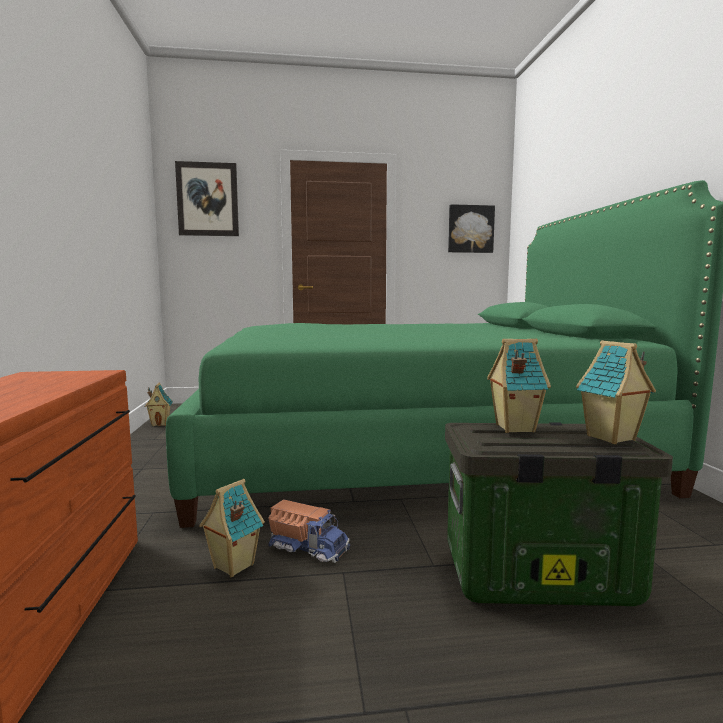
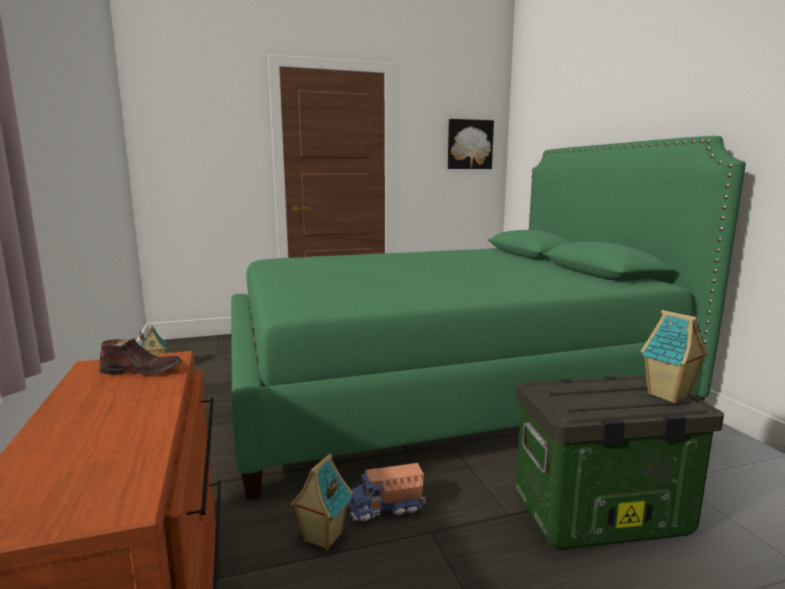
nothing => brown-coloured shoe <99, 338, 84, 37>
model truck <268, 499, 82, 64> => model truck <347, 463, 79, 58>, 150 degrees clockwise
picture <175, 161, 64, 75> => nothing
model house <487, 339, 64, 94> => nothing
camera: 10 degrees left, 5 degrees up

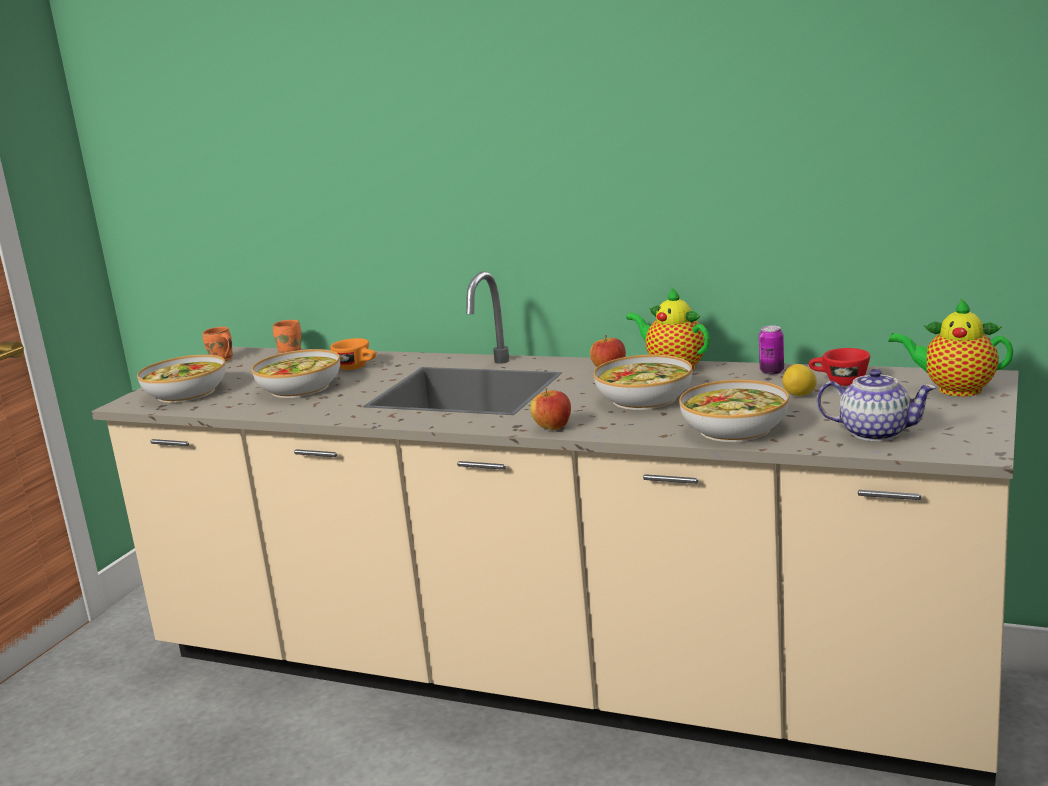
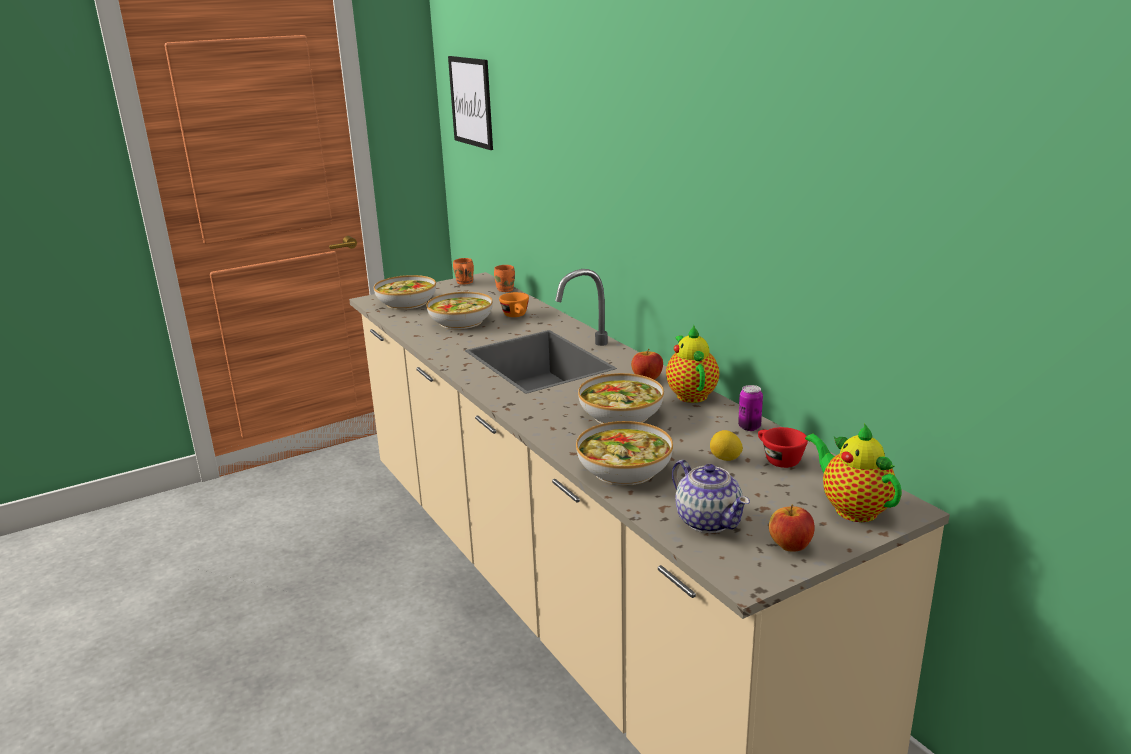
nothing => picture <448, 56, 45, 94>
apple <530, 388, 41, 42> => apple <769, 505, 46, 47>, moved
camera: 35 degrees right, 5 degrees up

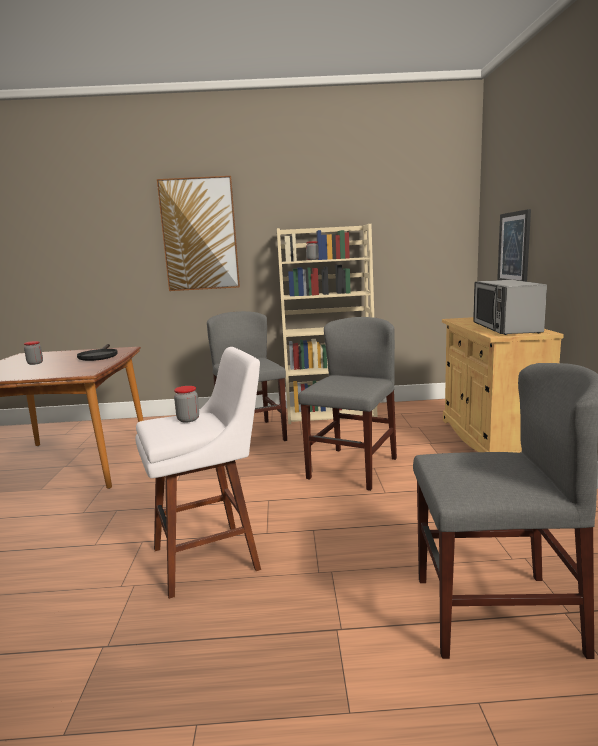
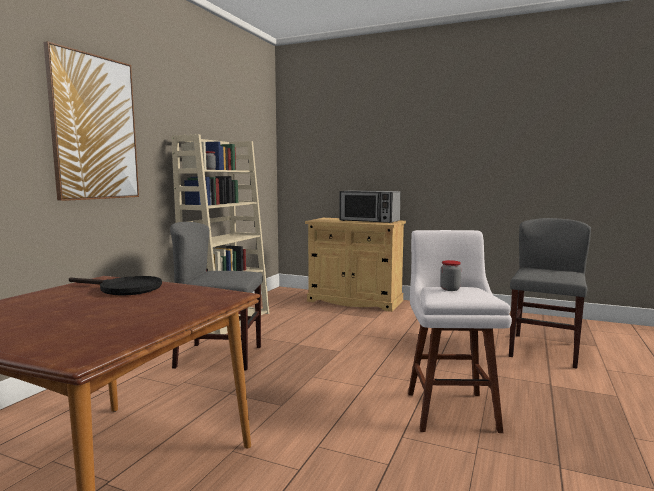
preserve jar <24, 341, 19, 24> => nothing
grey chair <298, 317, 99, 174> => nothing
picture <497, 209, 34, 73> => nothing
camera: 65 degrees left, 5 degrees down

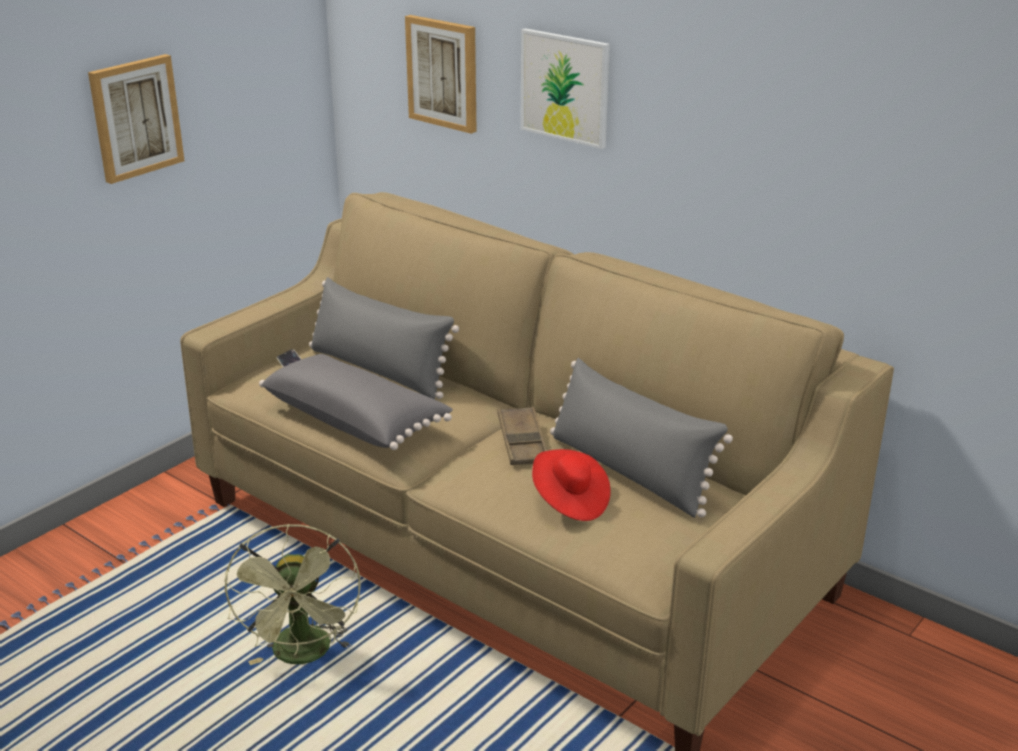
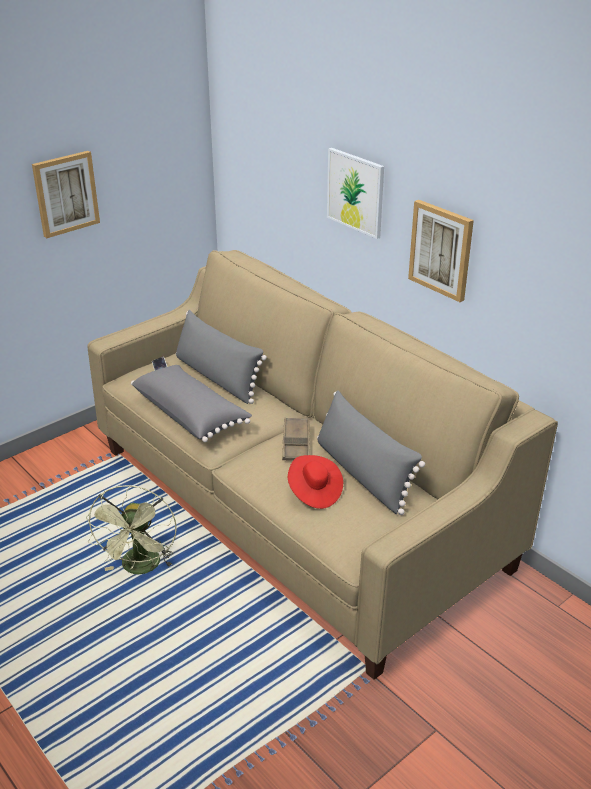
picture <405, 15, 72, 119> => picture <408, 200, 66, 102>, moved
camera: 10 degrees right, 5 degrees up

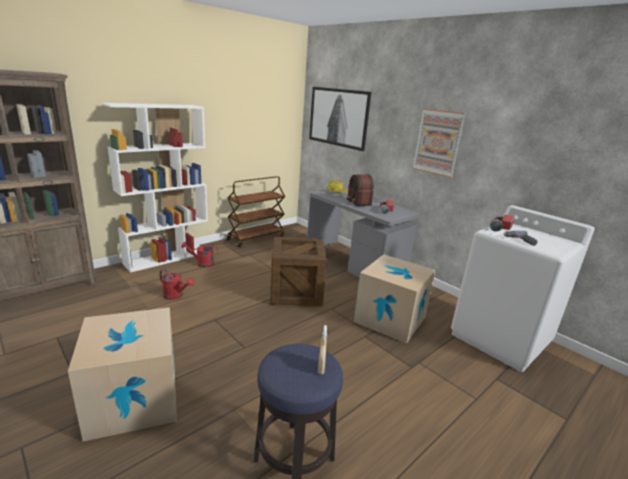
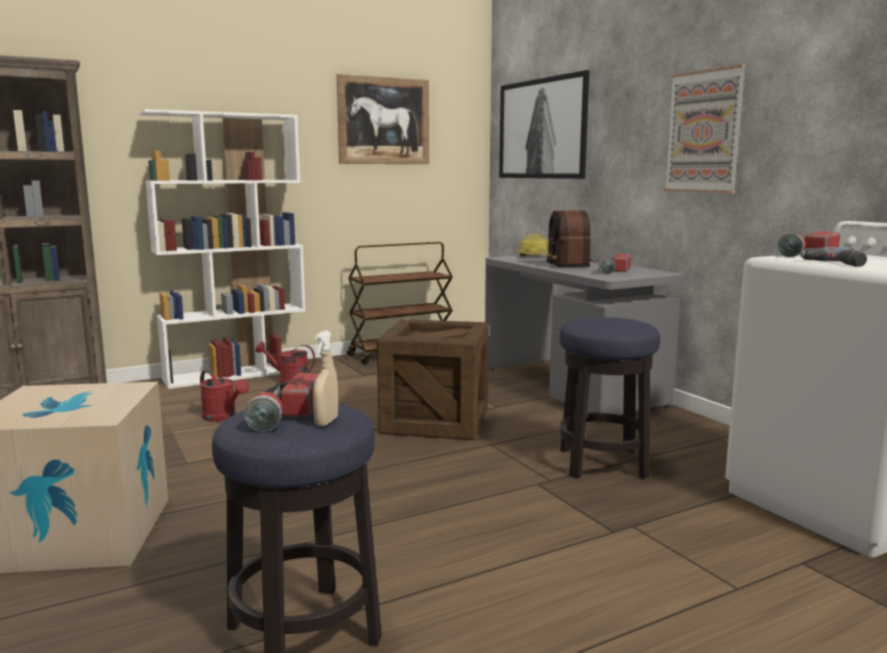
nothing => flashlight <244, 372, 75, 60>
nothing => picture <336, 74, 93, 90>
carton <354, 254, 81, 90> => stool <560, 317, 100, 162>
camera: 15 degrees right, 10 degrees down

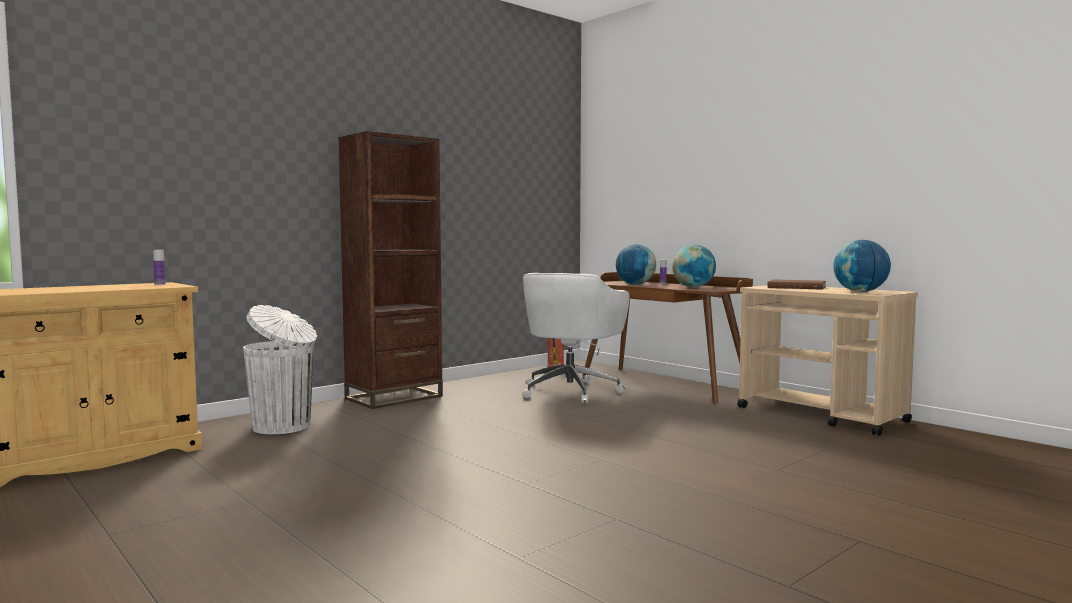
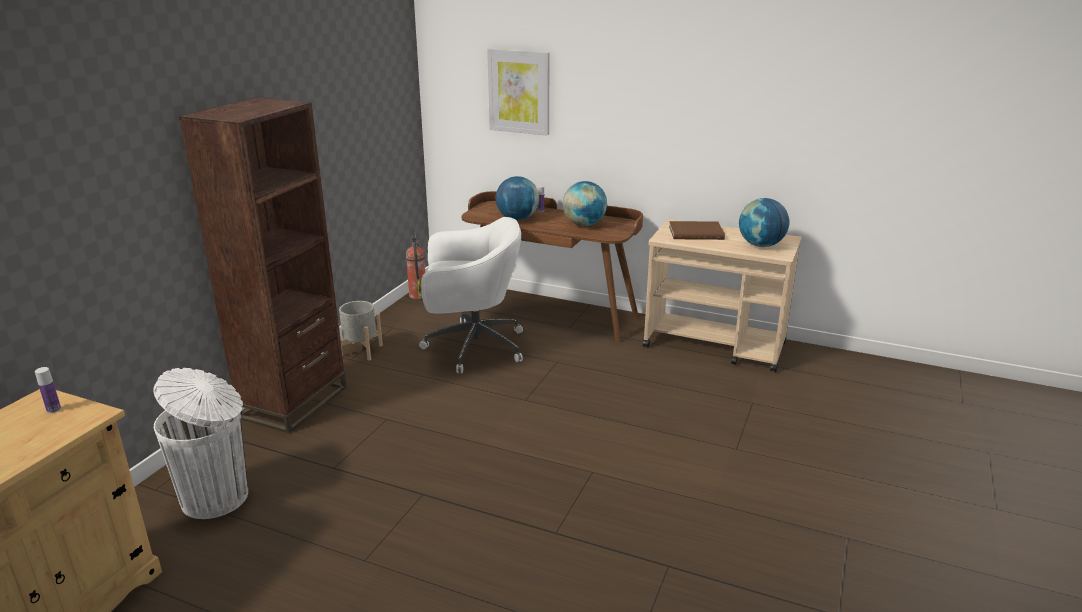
nothing => grey planter <339, 301, 44, 59>
white desk chair <523, 273, 107, 131> => white desk chair <419, 217, 104, 156>, 90 degrees counterclockwise
nothing => picture <487, 49, 63, 87>
camera: 25 degrees left, 20 degrees up

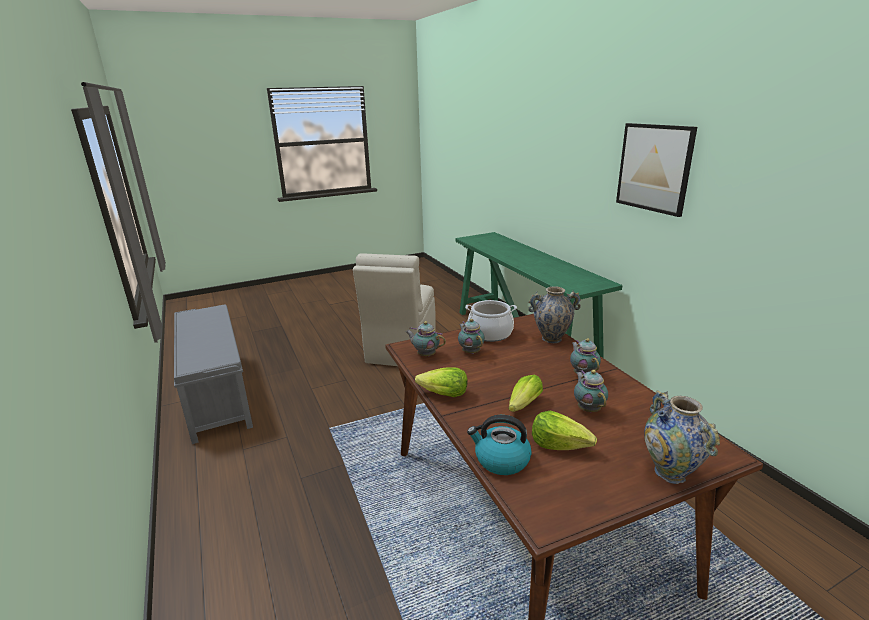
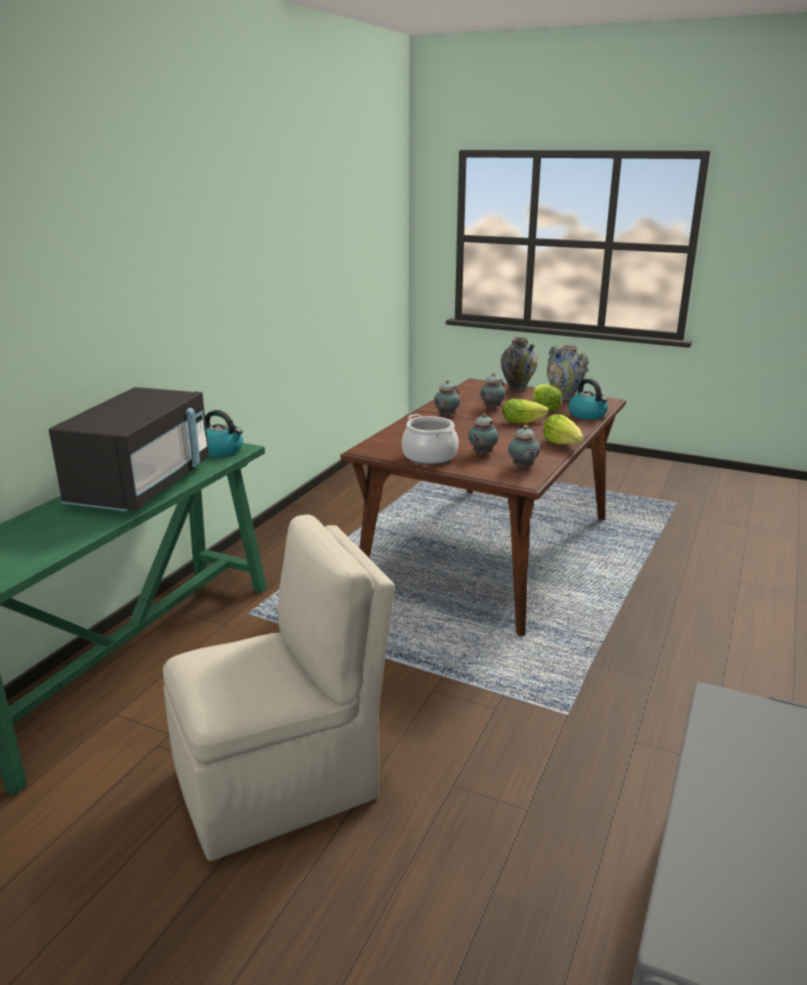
nothing => black microwave oven <49, 387, 160, 124>
nothing => tea kettle <205, 410, 38, 47>
decorative vase <528, 286, 53, 57> => decorative vase <547, 345, 42, 56>, moved
picture <616, 123, 81, 94> => nothing
camera: 130 degrees left, 0 degrees up

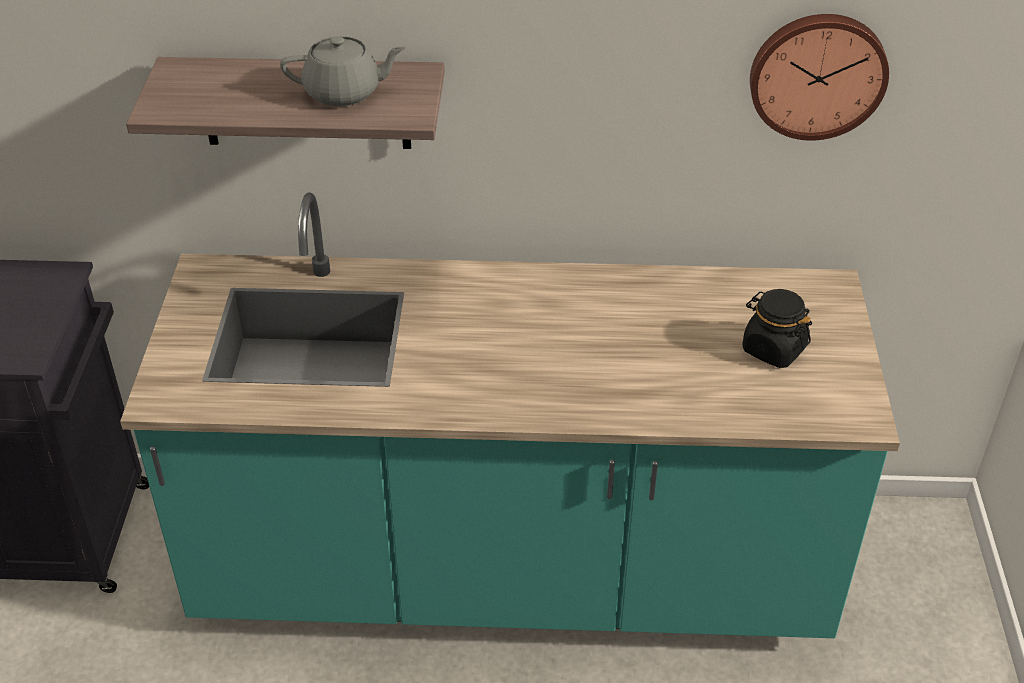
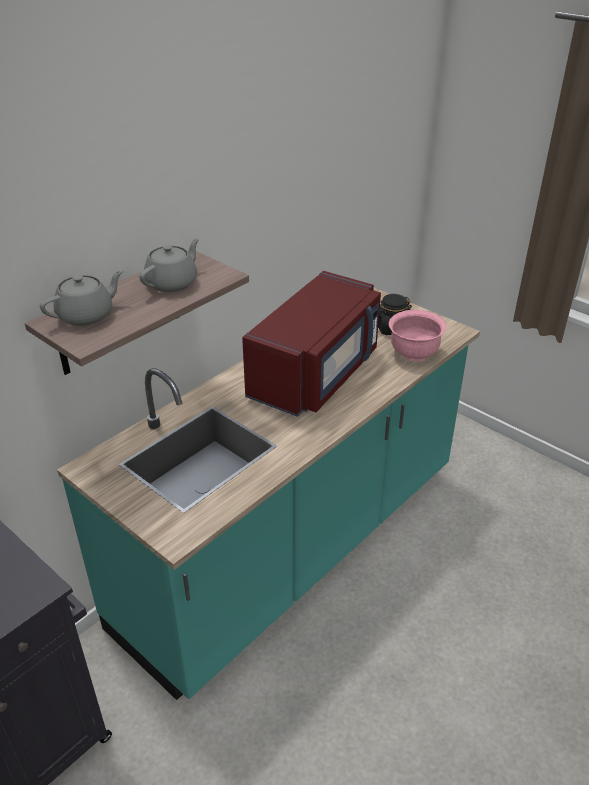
nothing => grey teapot <40, 270, 83, 56>
nothing => red-coloured microwave oven <242, 271, 139, 146>
nothing => pink serving bowl <389, 310, 57, 51>
hanging clock <750, 14, 139, 127> => nothing
camera: 50 degrees left, 5 degrees down

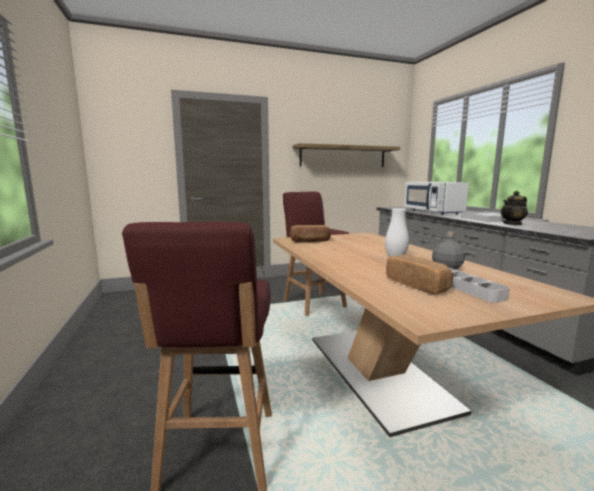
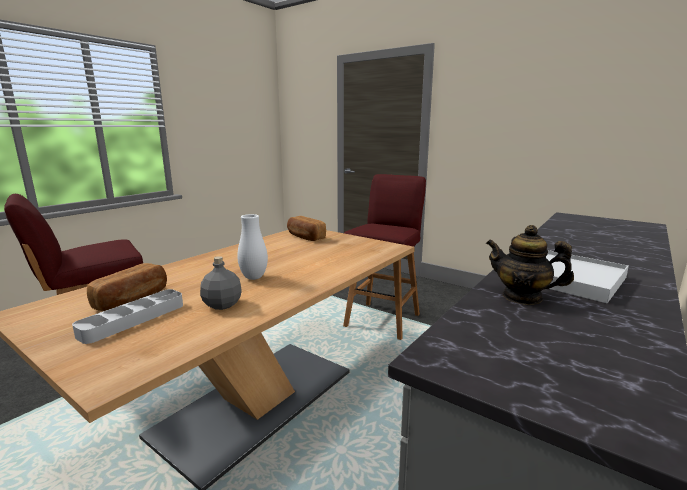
shelf <293, 143, 107, 24> => nothing
white microwave oven <404, 182, 65, 33> => nothing
camera: 55 degrees right, 5 degrees up

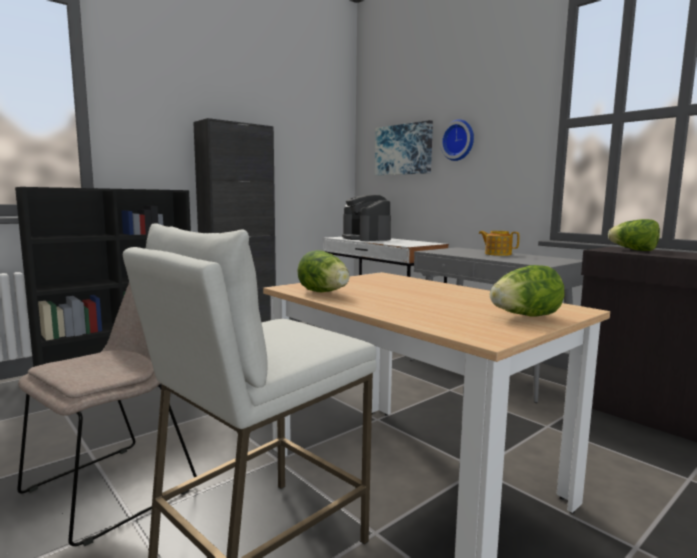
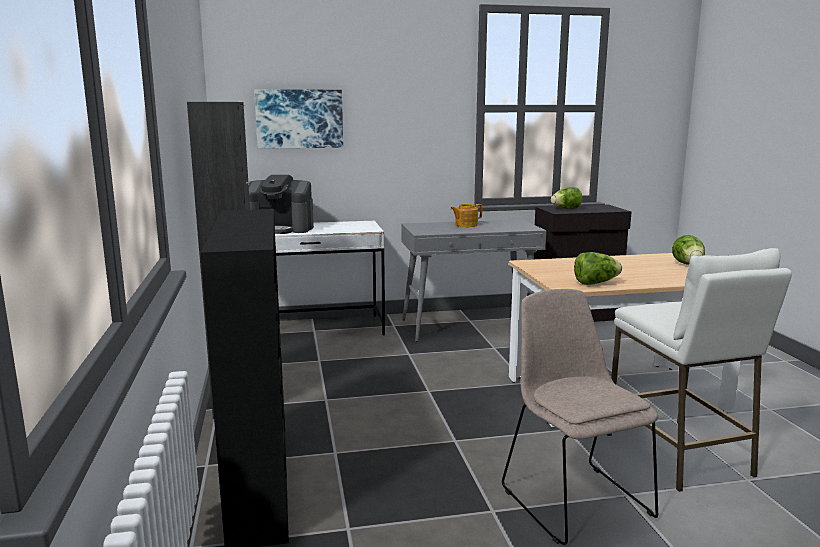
hanging clock <440, 119, 34, 42> => nothing
camera: 60 degrees left, 5 degrees up

